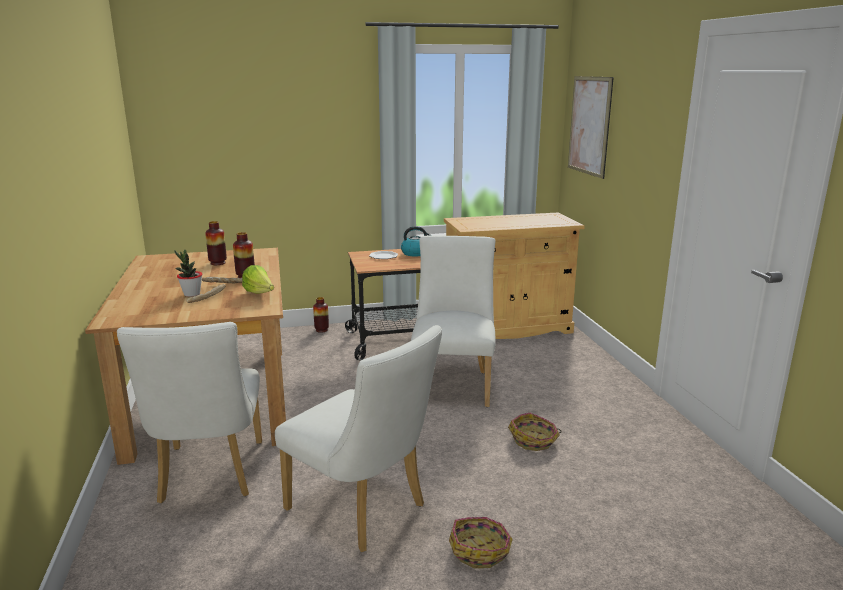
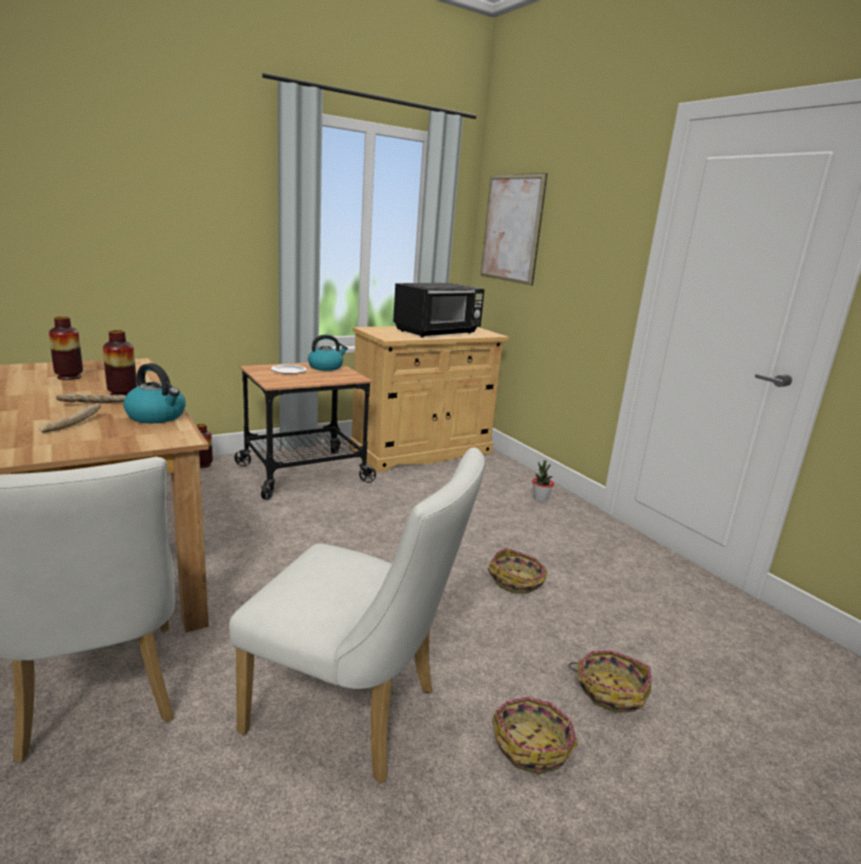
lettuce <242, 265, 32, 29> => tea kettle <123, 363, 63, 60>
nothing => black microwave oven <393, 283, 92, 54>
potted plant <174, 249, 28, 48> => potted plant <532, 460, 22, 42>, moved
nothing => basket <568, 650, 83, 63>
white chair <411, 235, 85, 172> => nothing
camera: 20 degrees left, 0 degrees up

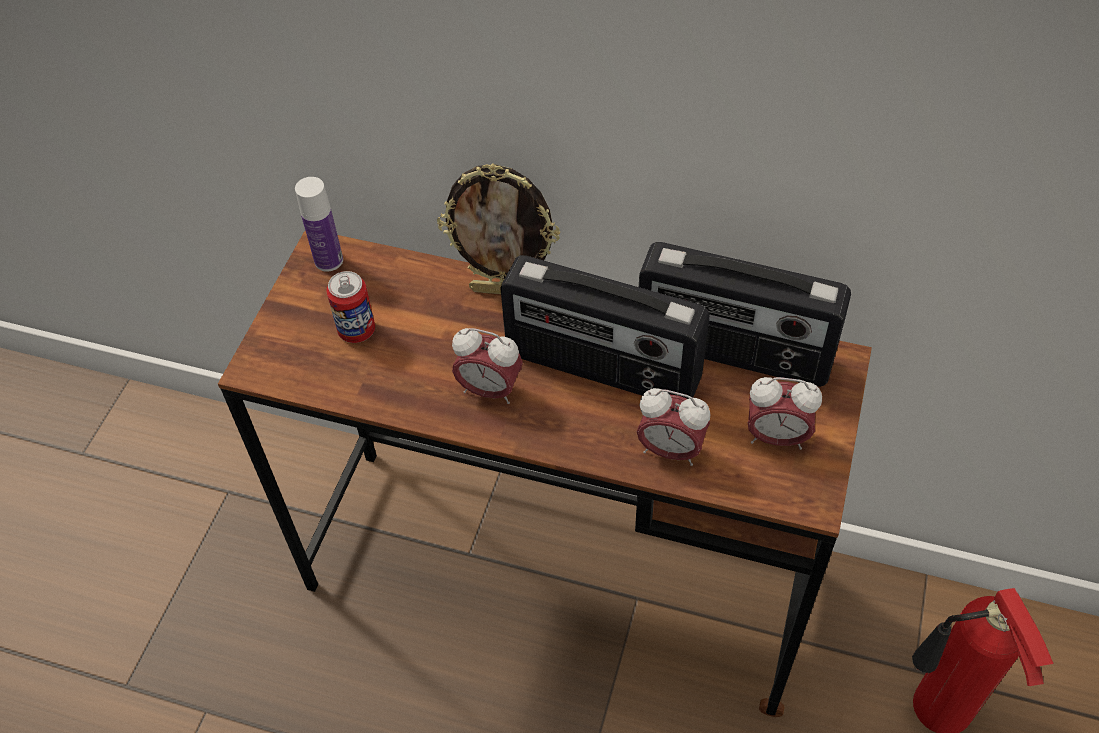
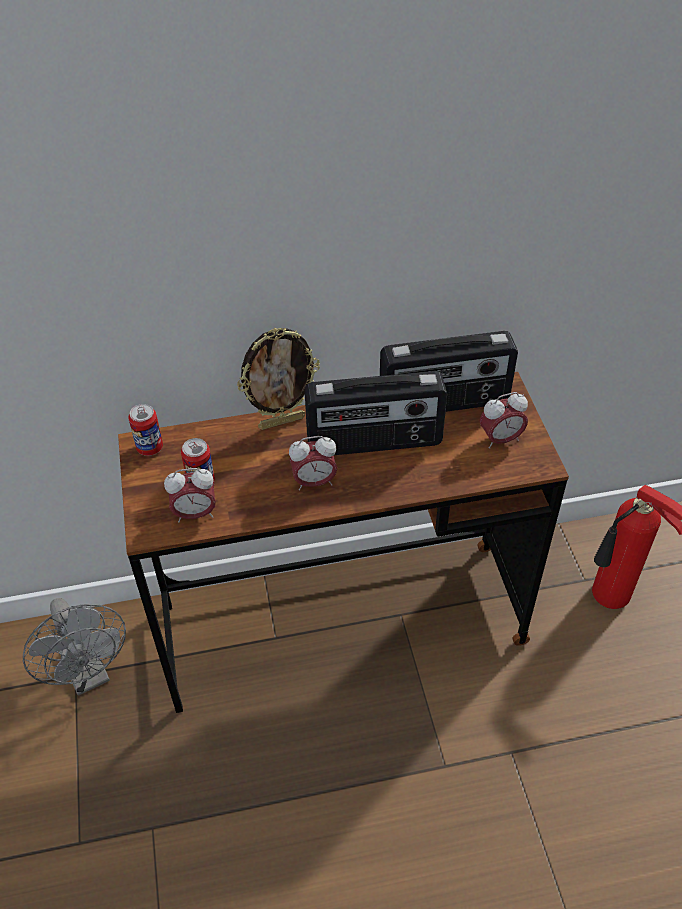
nothing => grey fan <23, 598, 103, 98>
beverage bottle <295, 177, 48, 95> => metal can <128, 404, 35, 52>
bedside clock <637, 388, 73, 78> => bedside clock <164, 468, 52, 55>, moved
camera: 30 degrees left, 5 degrees down

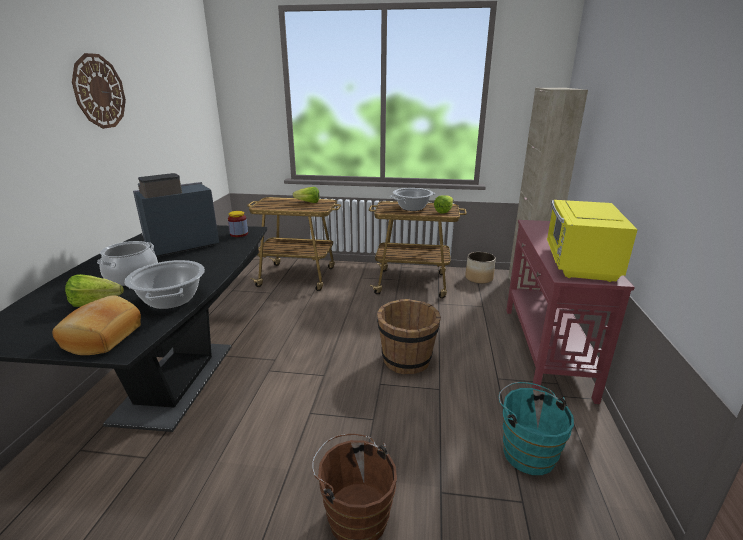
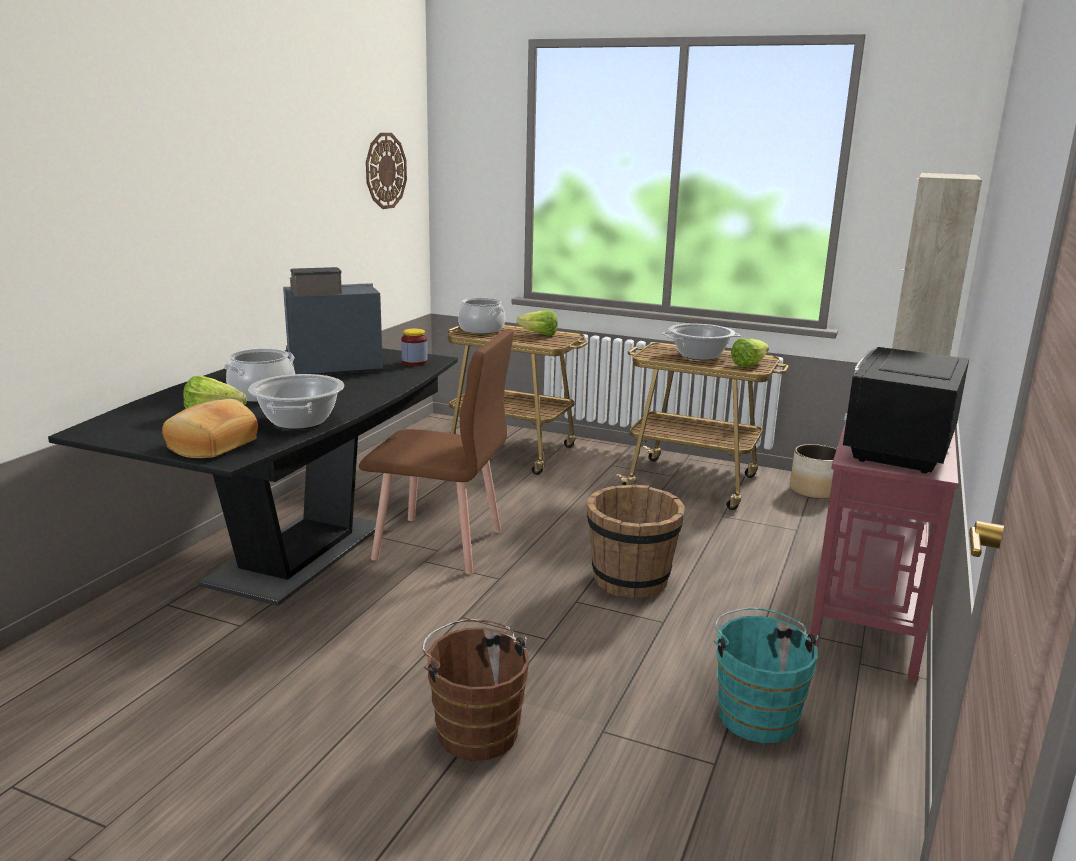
nothing => brown-coloured chair <359, 329, 155, 245>
hanging clock <72, 53, 54, 76> => hanging clock <366, 133, 41, 76>, moved
nothing => stockpot <458, 298, 47, 36>
yellow microwave oven <547, 200, 91, 82> => black microwave oven <843, 347, 126, 126>
camera: 15 degrees right, 5 degrees down

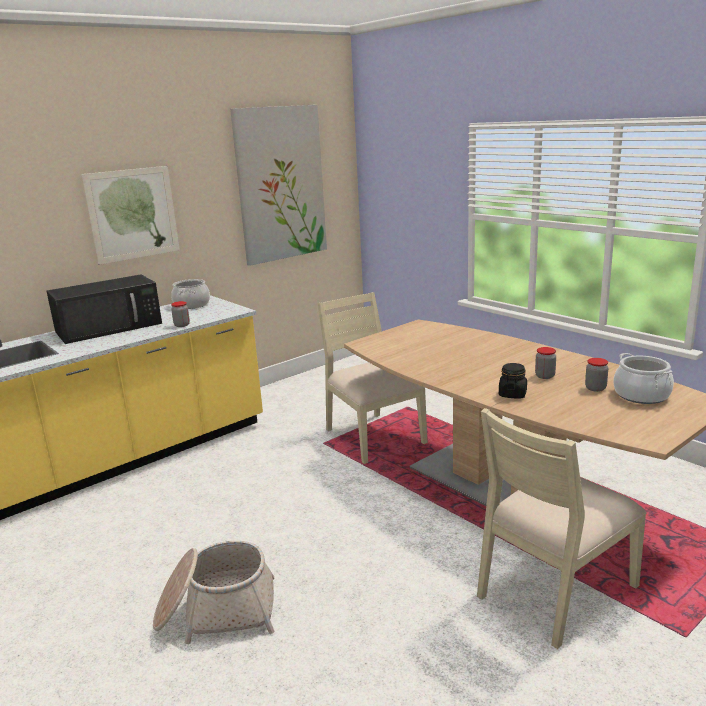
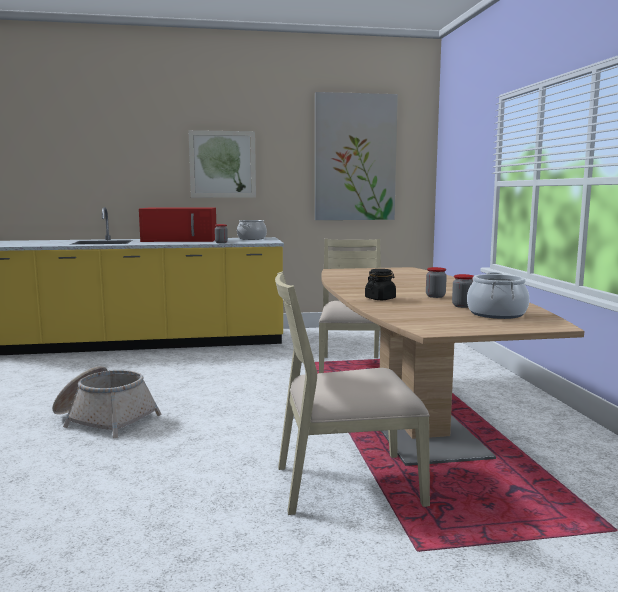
black microwave oven <46, 275, 116, 69> => red-coloured microwave oven <139, 208, 77, 34>
camera: 30 degrees right, 10 degrees down

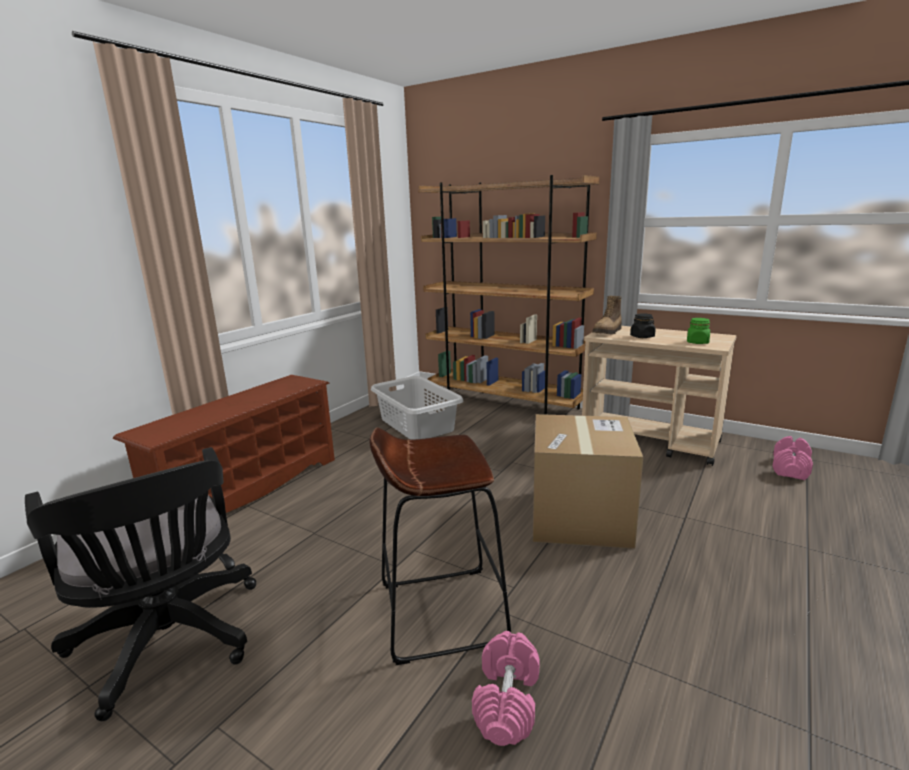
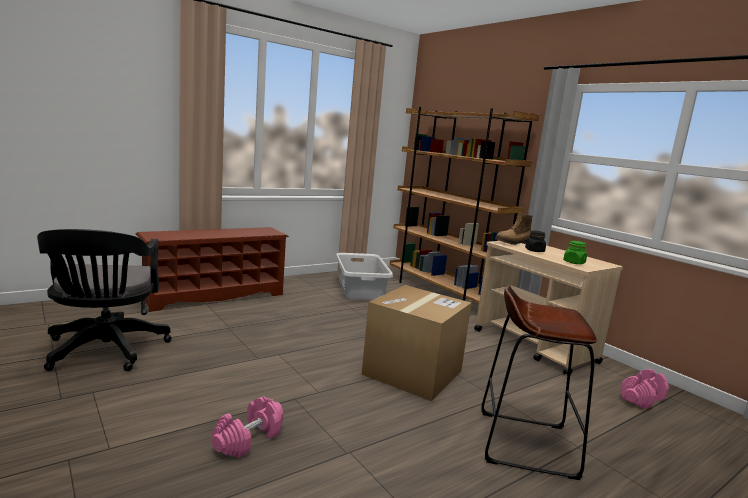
brown-coloured stool <369, 427, 142, 238> => brown-coloured stool <481, 286, 116, 194>, moved
camera: 20 degrees right, 5 degrees down

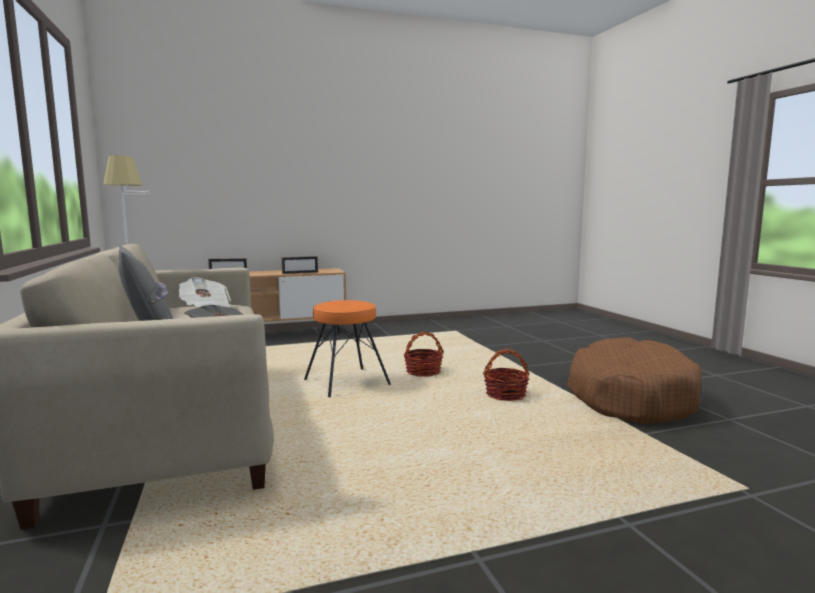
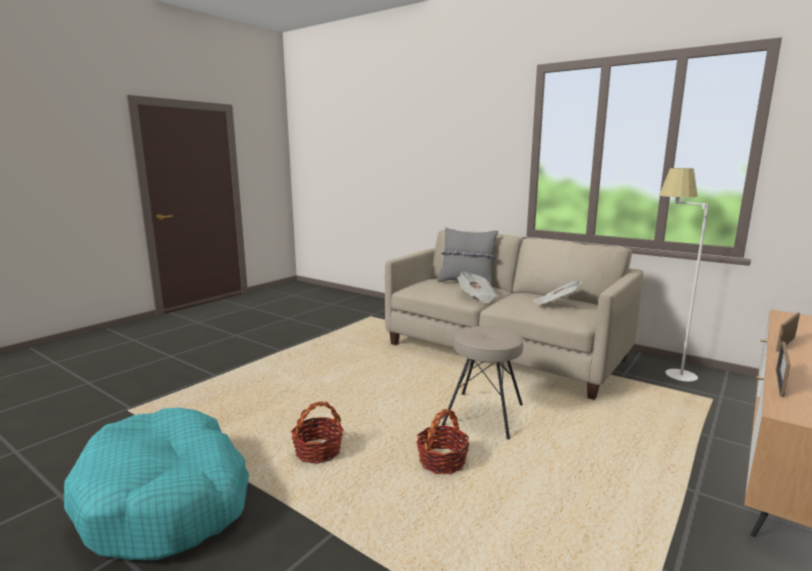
brown-coloured dog bed <567, 337, 134, 87> => turquoise dog bed <64, 408, 185, 152>
orange-coloured stool <304, 300, 87, 97> => beige-coloured stool <442, 326, 81, 113>
camera: 145 degrees right, 5 degrees up

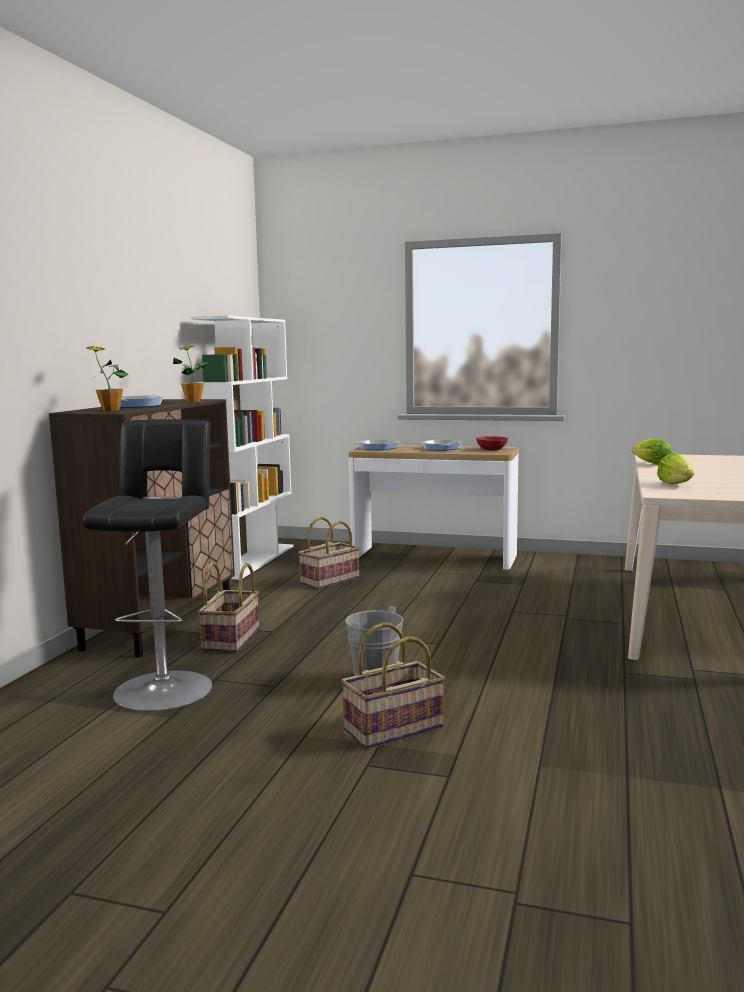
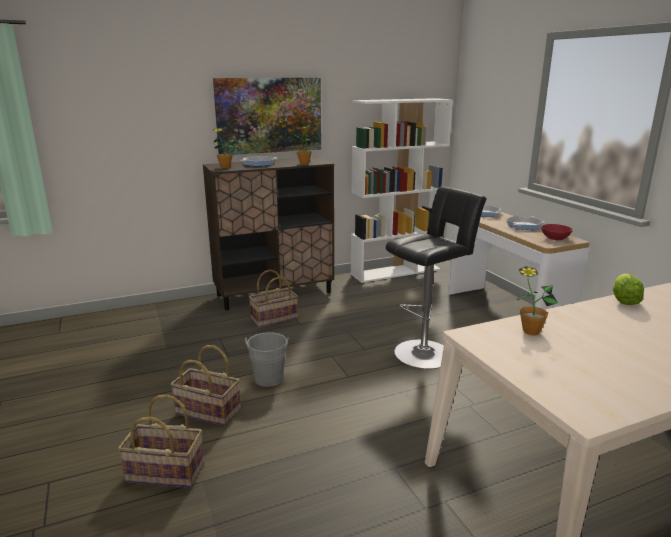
basket <298, 517, 62, 72> => basket <118, 395, 86, 93>, moved
nothing => picture <213, 78, 108, 77>
black stool <83, 419, 129, 292> => black stool <386, 187, 101, 182>, moved
lettuce <657, 453, 37, 31> => potted plant <516, 266, 42, 69>
camera: 50 degrees right, 10 degrees up

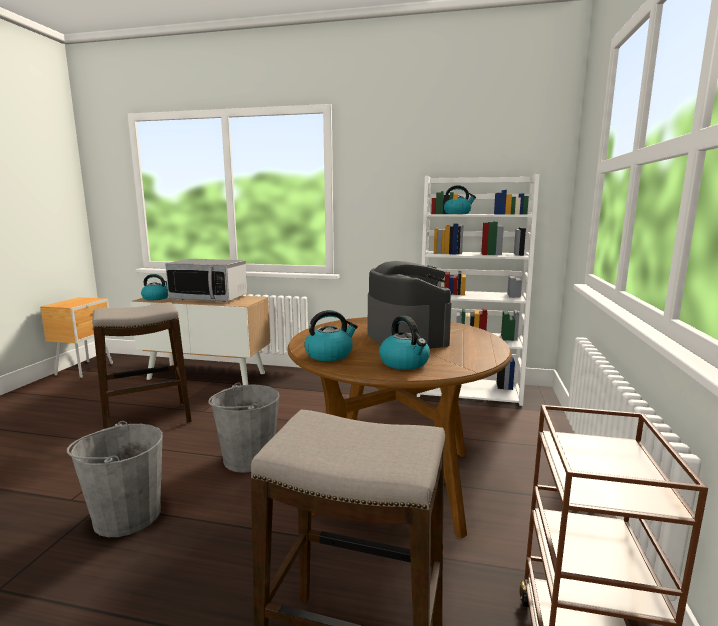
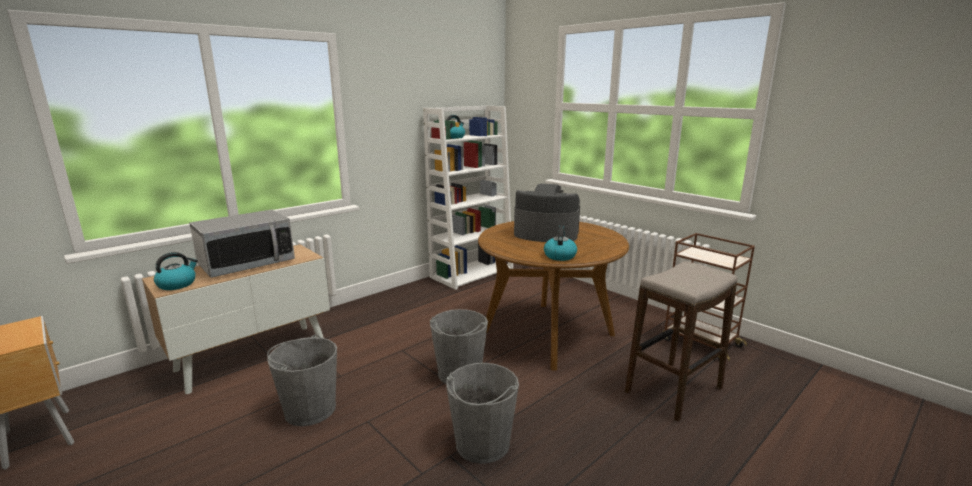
stool <92, 302, 100, 127> => grey bucket <267, 334, 70, 92>
tea kettle <379, 316, 51, 54> => nothing
camera: 55 degrees left, 5 degrees up

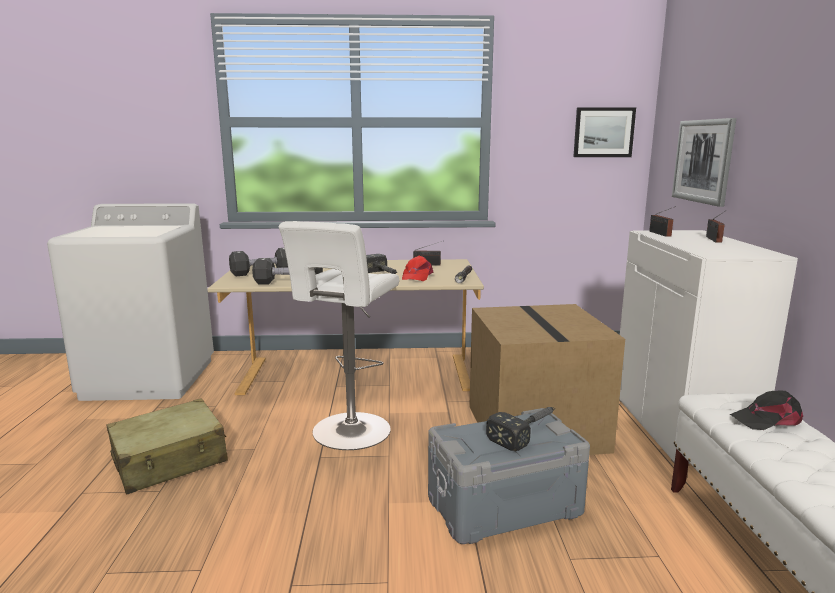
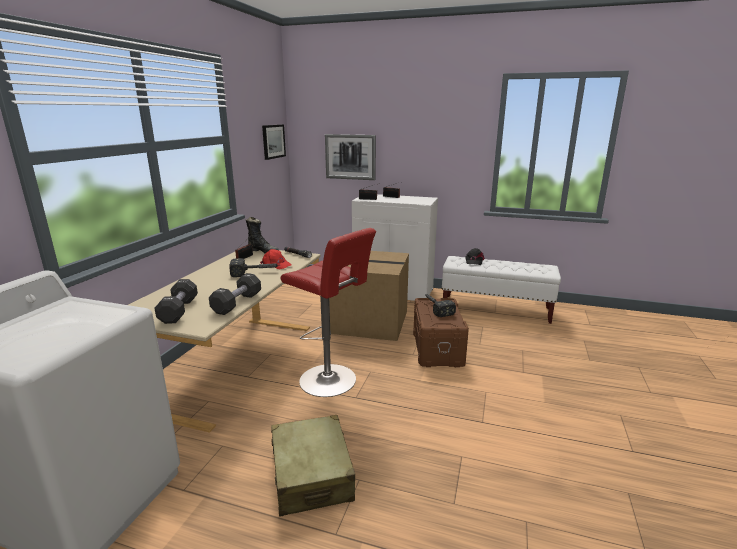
nothing => black high-top boot <246, 217, 32, 36>
white stool <279, 221, 121, 229> => red-coloured stool <281, 228, 95, 169>
grey storage box <428, 408, 162, 136> => brown-coloured storage box <413, 298, 56, 69>
camera: 70 degrees left, 5 degrees up

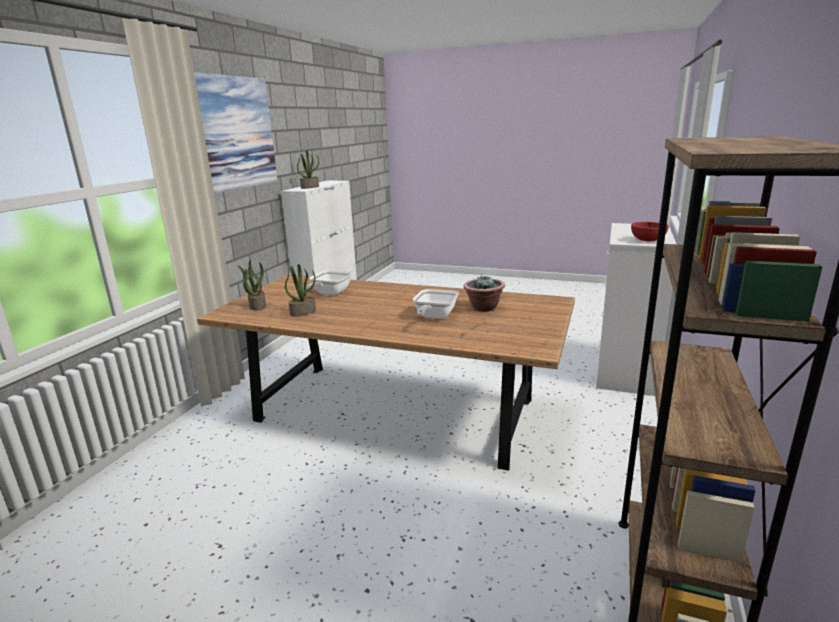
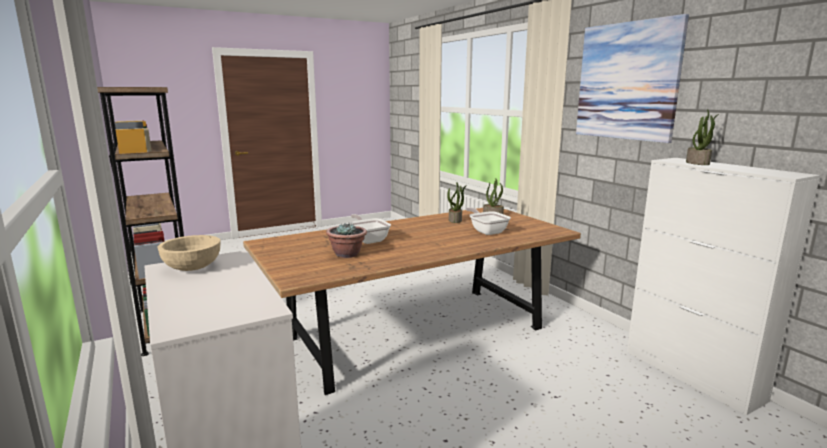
red-coloured serving bowl <631, 222, 38, 19> => beige-coloured serving bowl <157, 235, 64, 36>
camera: 130 degrees right, 5 degrees down

